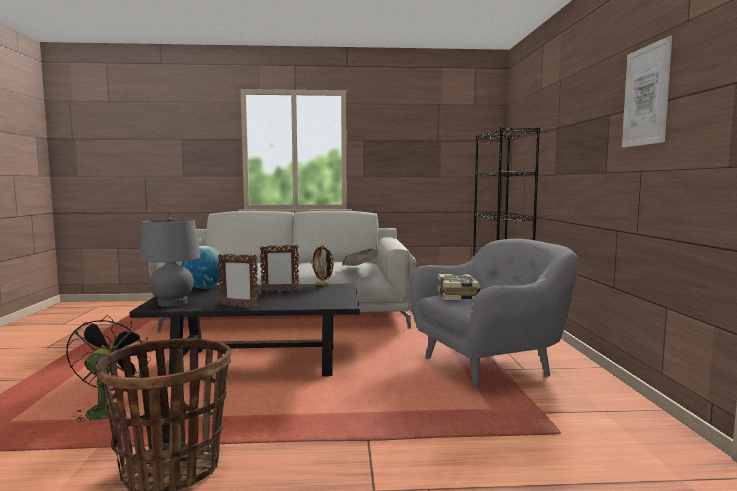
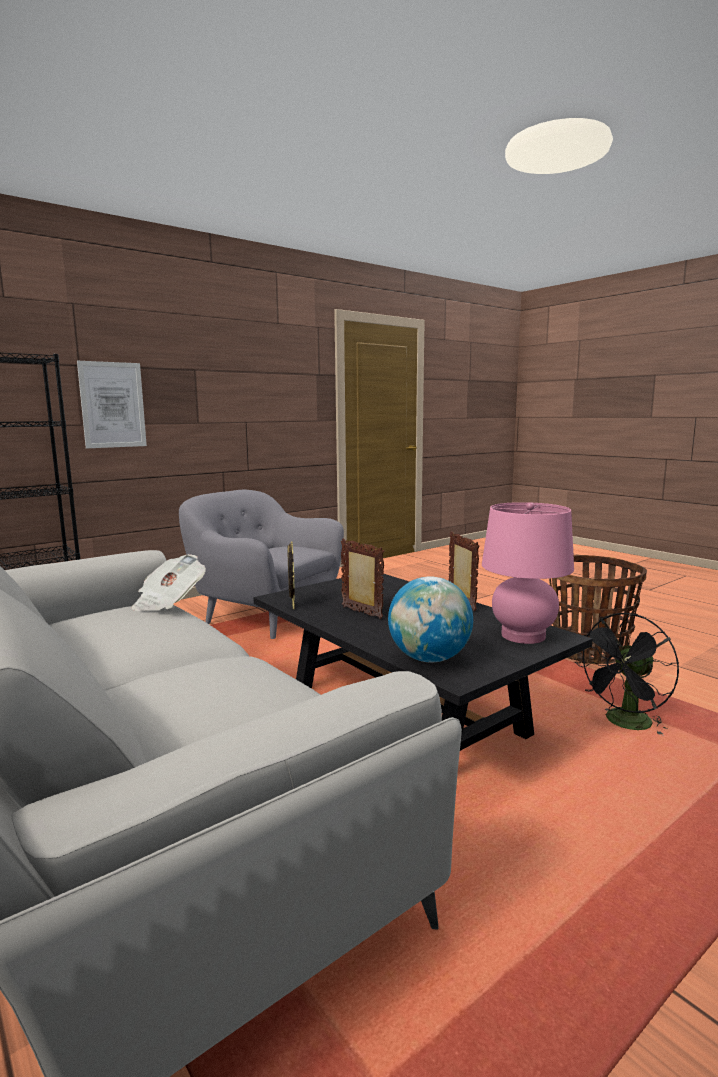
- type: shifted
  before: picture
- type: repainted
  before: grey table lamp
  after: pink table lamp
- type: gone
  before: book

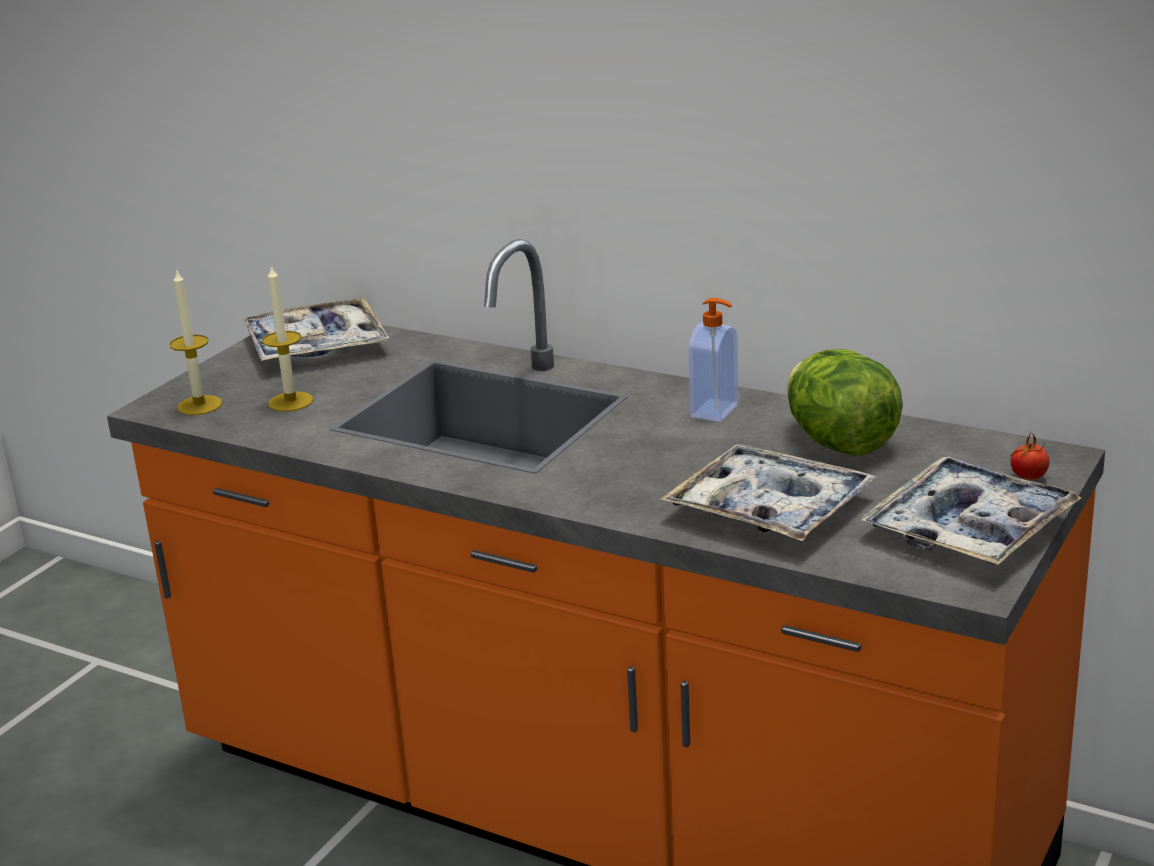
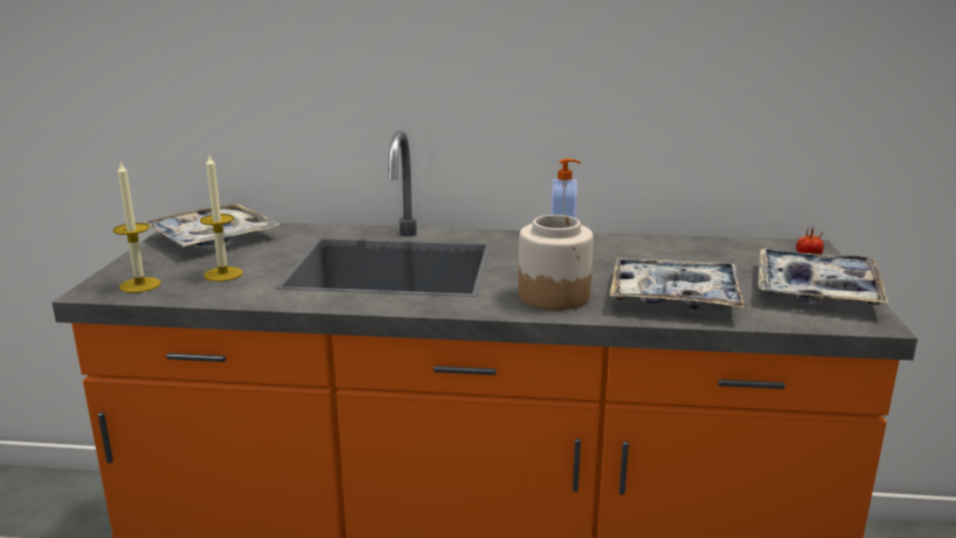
- type: gone
  before: lettuce
- type: new
  after: jar

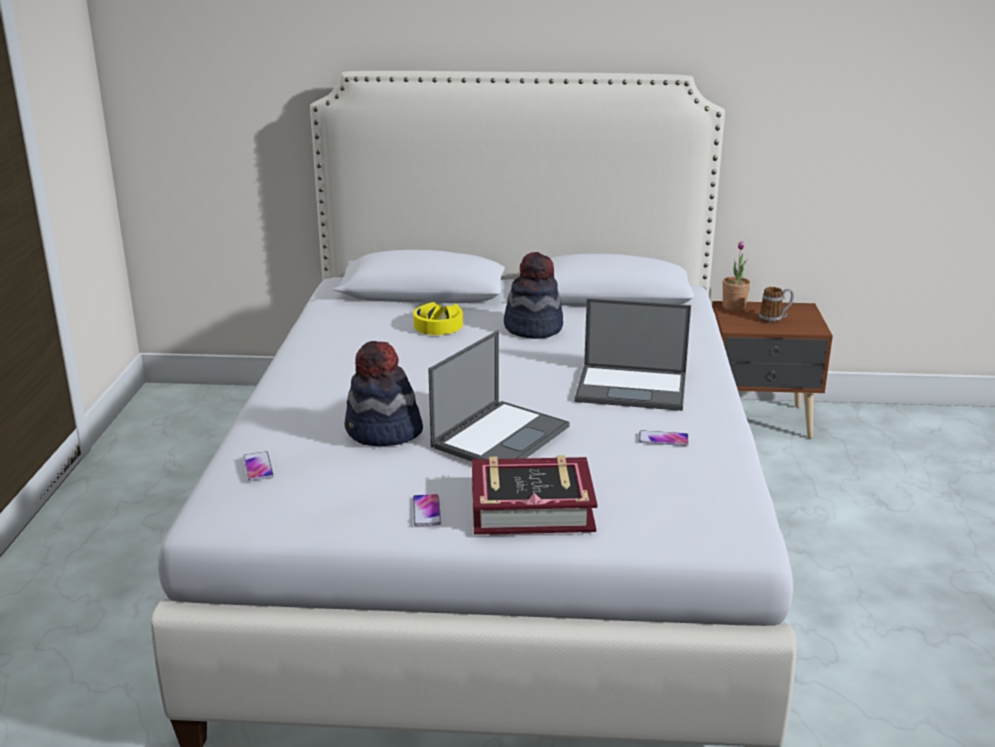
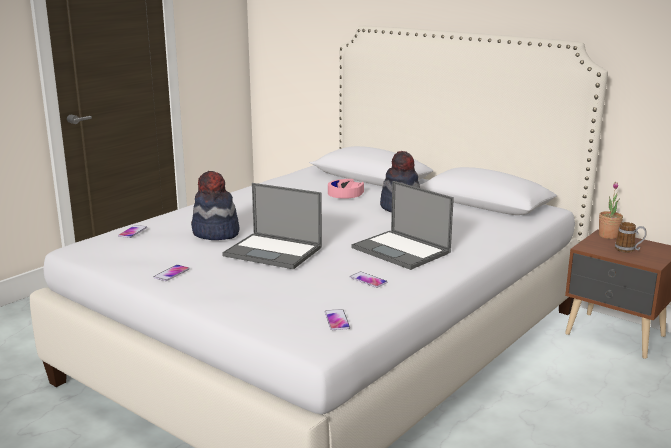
- type: repainted
  before: yellow headphones
  after: pink headphones
- type: rotated
  before: laptop (no. 1 from left)
  turn: 45
- type: gone
  before: book
- type: new
  after: phone (no. 3 from left)

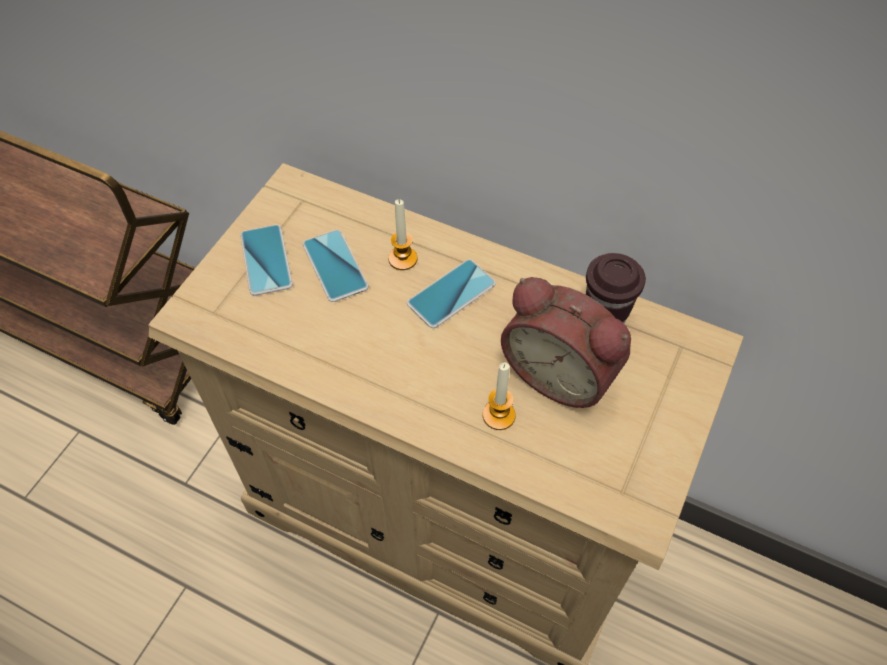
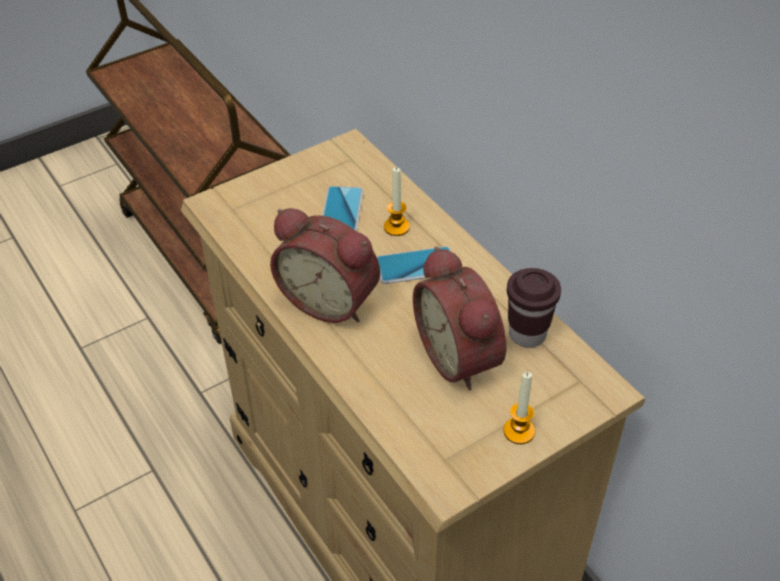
- type: gone
  before: phone (no. 1 from left)
- type: shifted
  before: candle (no. 2 from left)
- type: new
  after: alarm clock (no. 1 from left)

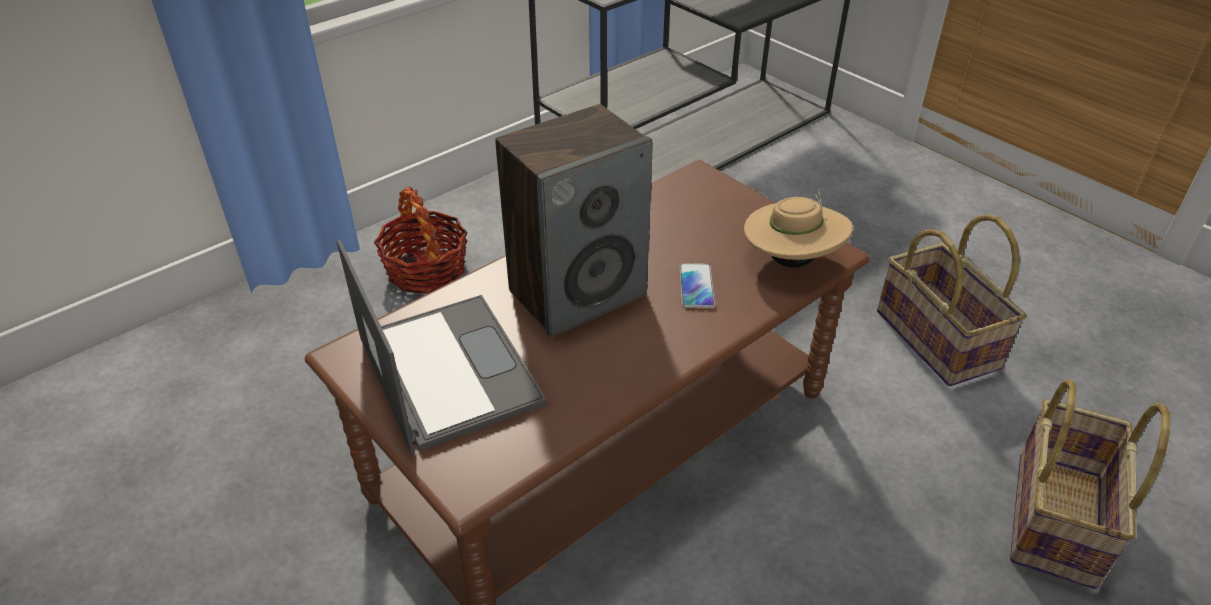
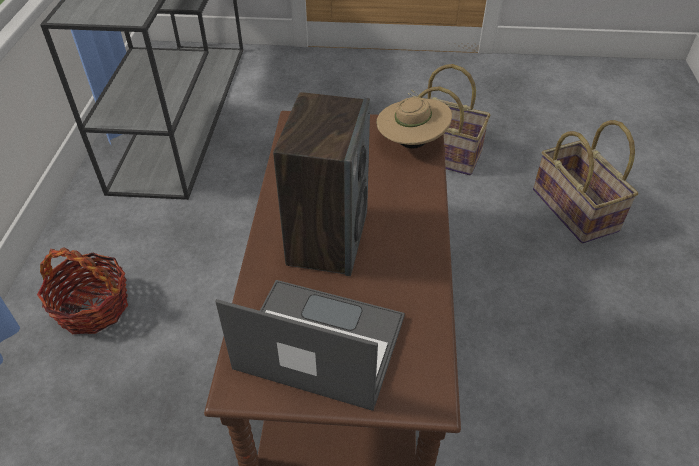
- type: gone
  before: phone

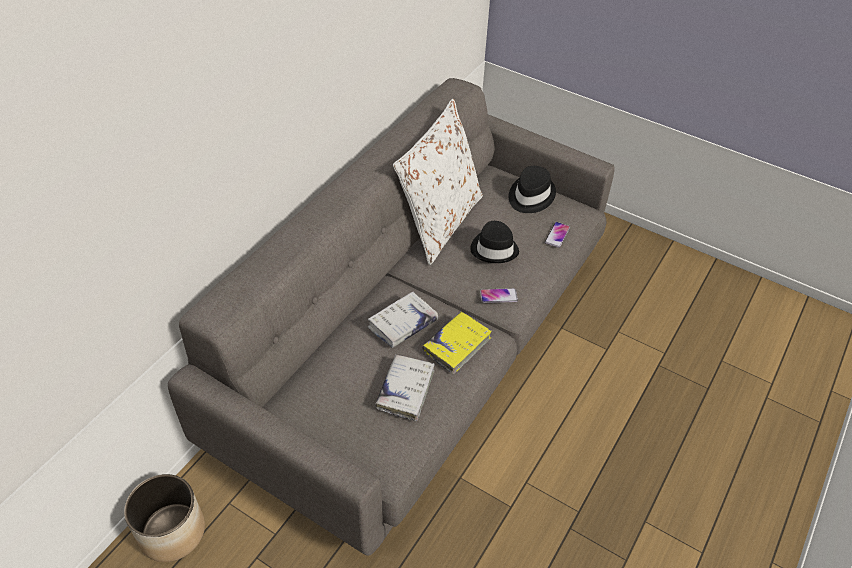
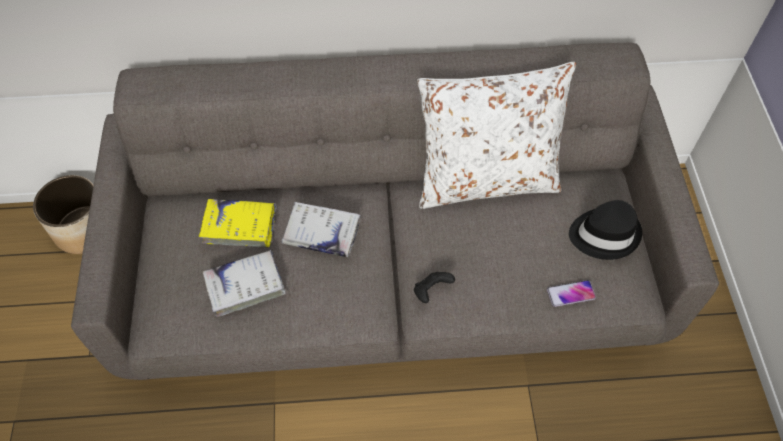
- type: gone
  before: black hat (no. 1 from left)
- type: swapped
  before: phone (no. 1 from left)
  after: black game controller
- type: shifted
  before: yellow book

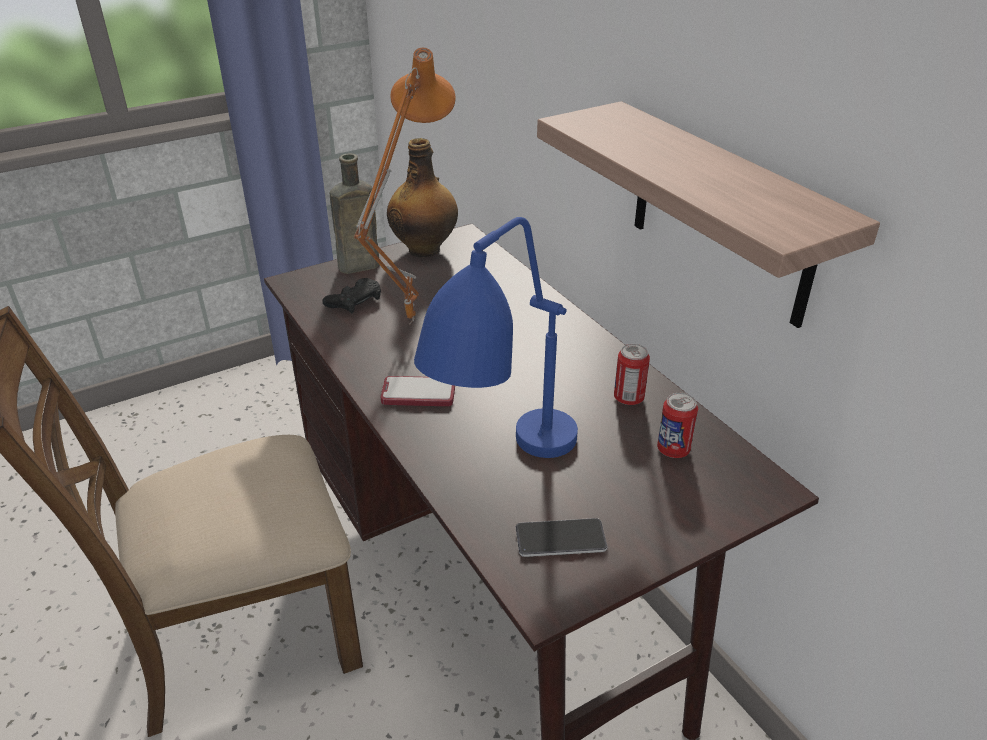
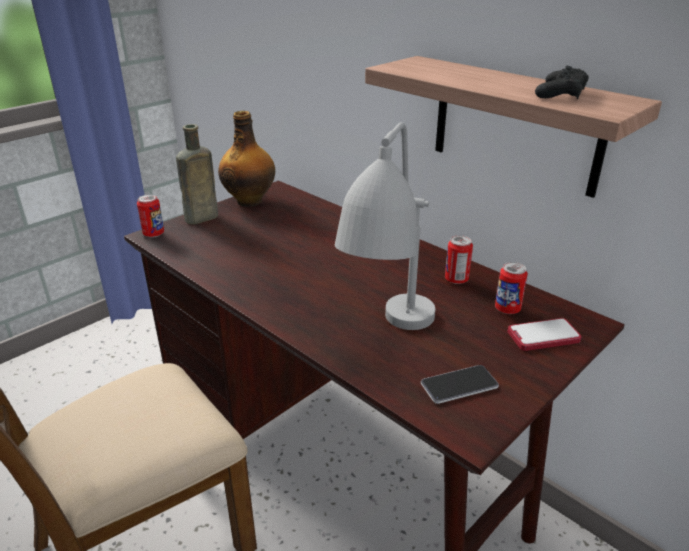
- type: gone
  before: orange table lamp
- type: repainted
  before: blue table lamp
  after: grey table lamp
- type: shifted
  before: black game controller
- type: shifted
  before: phone (no. 1 from left in the first image)
  after: phone (no. 2 from left)
- type: new
  after: can (no. 1 from left)

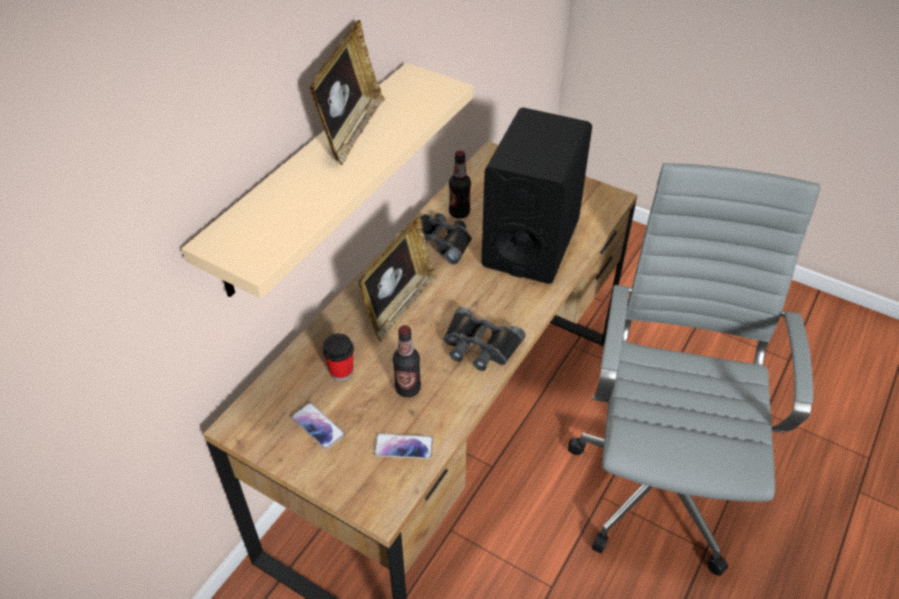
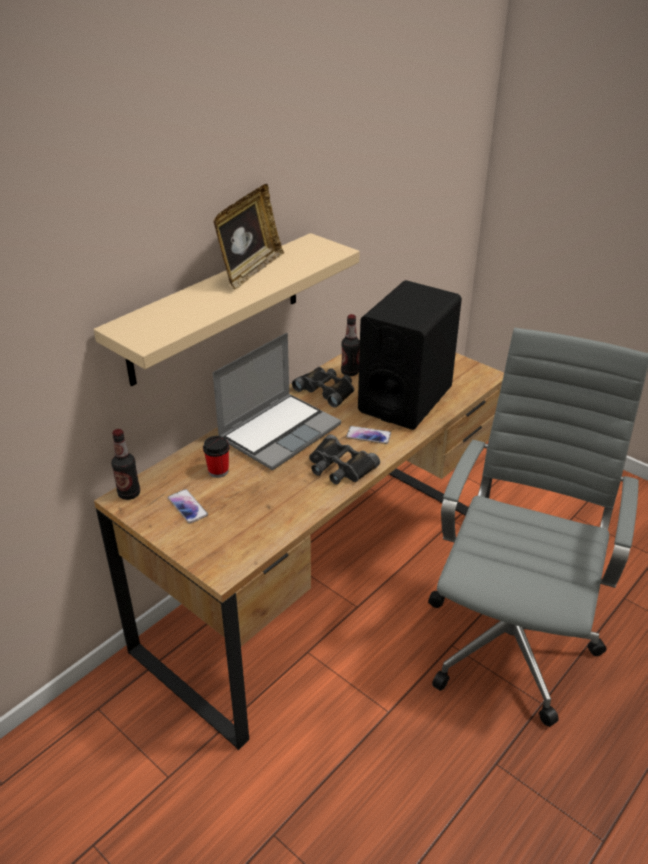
- type: swapped
  before: picture frame (no. 2 from left)
  after: laptop
- type: shifted
  before: bottle (no. 1 from left)
- type: shifted
  before: phone (no. 2 from left)

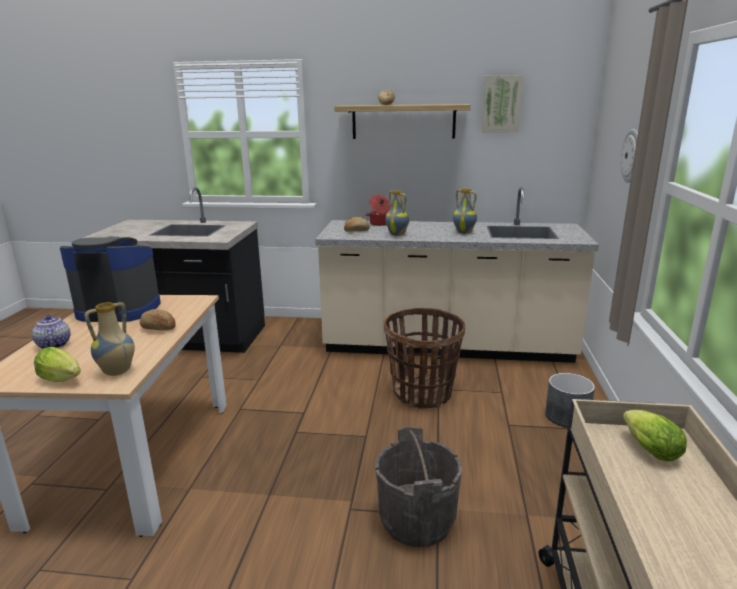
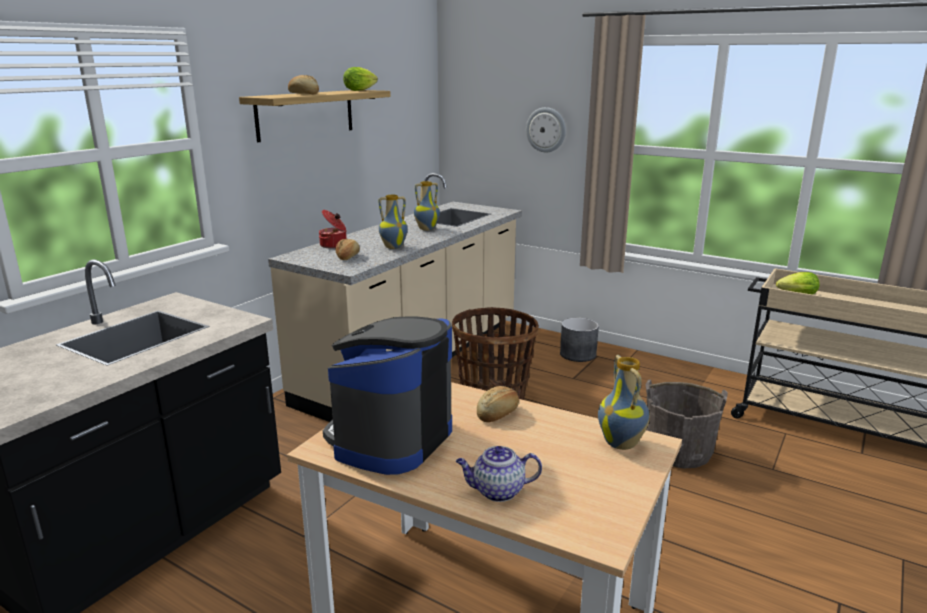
- type: gone
  before: picture
- type: shifted
  before: lettuce (no. 1 from left)

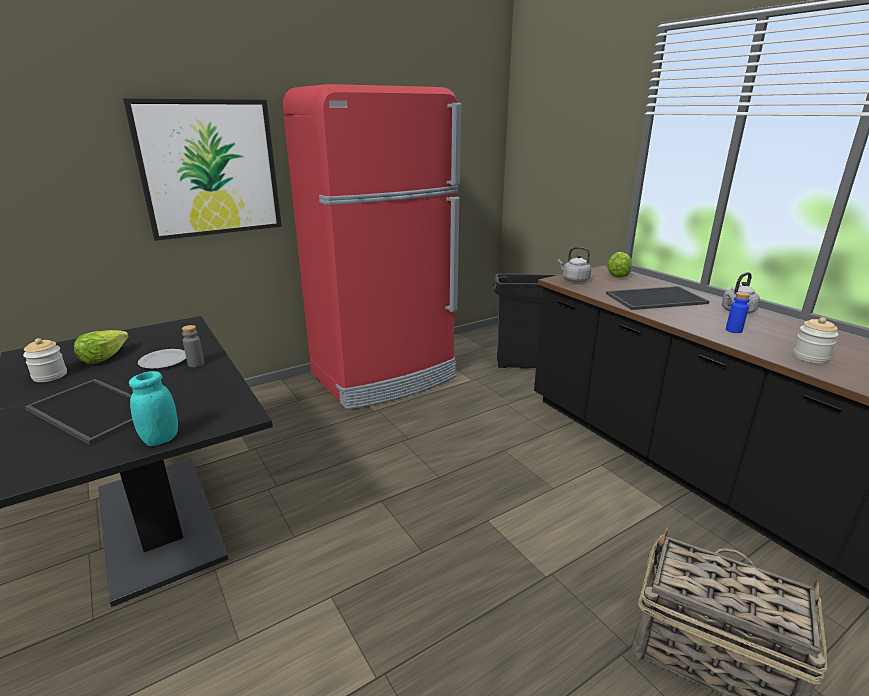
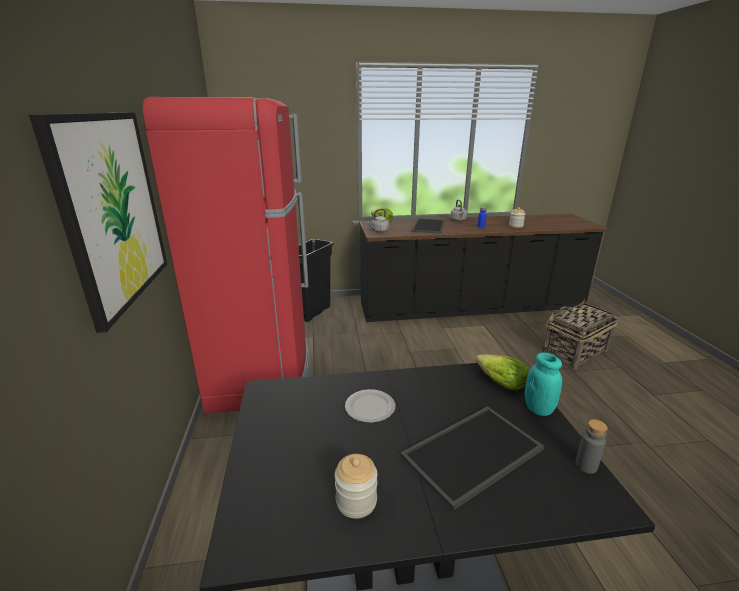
- type: shifted
  before: grey bottle
- type: shifted
  before: lettuce (no. 1 from left in the first image)
  after: lettuce (no. 2 from left)

